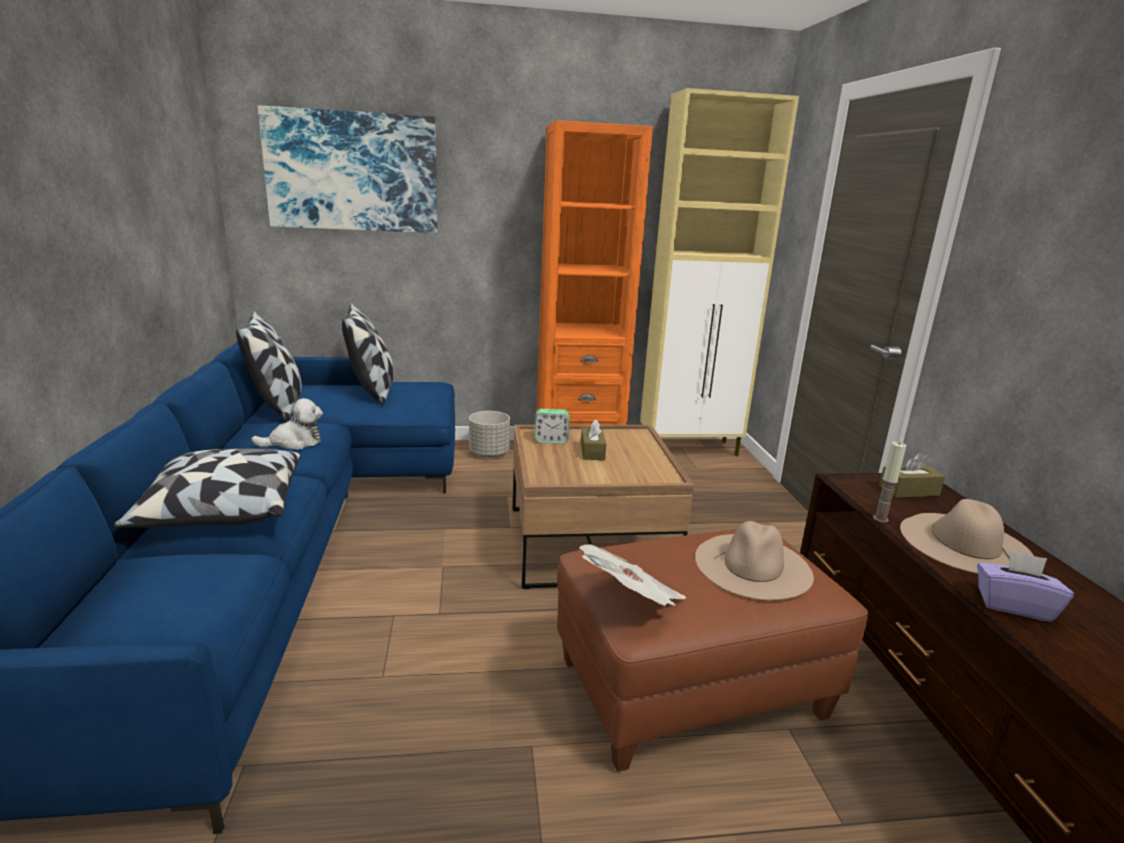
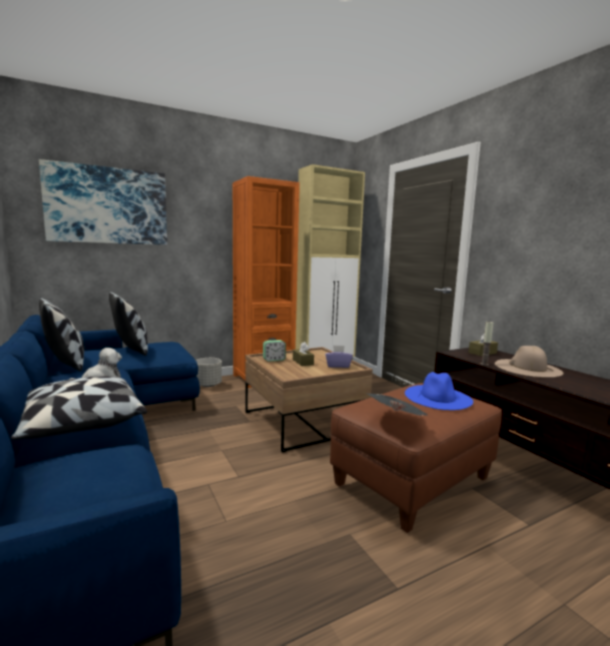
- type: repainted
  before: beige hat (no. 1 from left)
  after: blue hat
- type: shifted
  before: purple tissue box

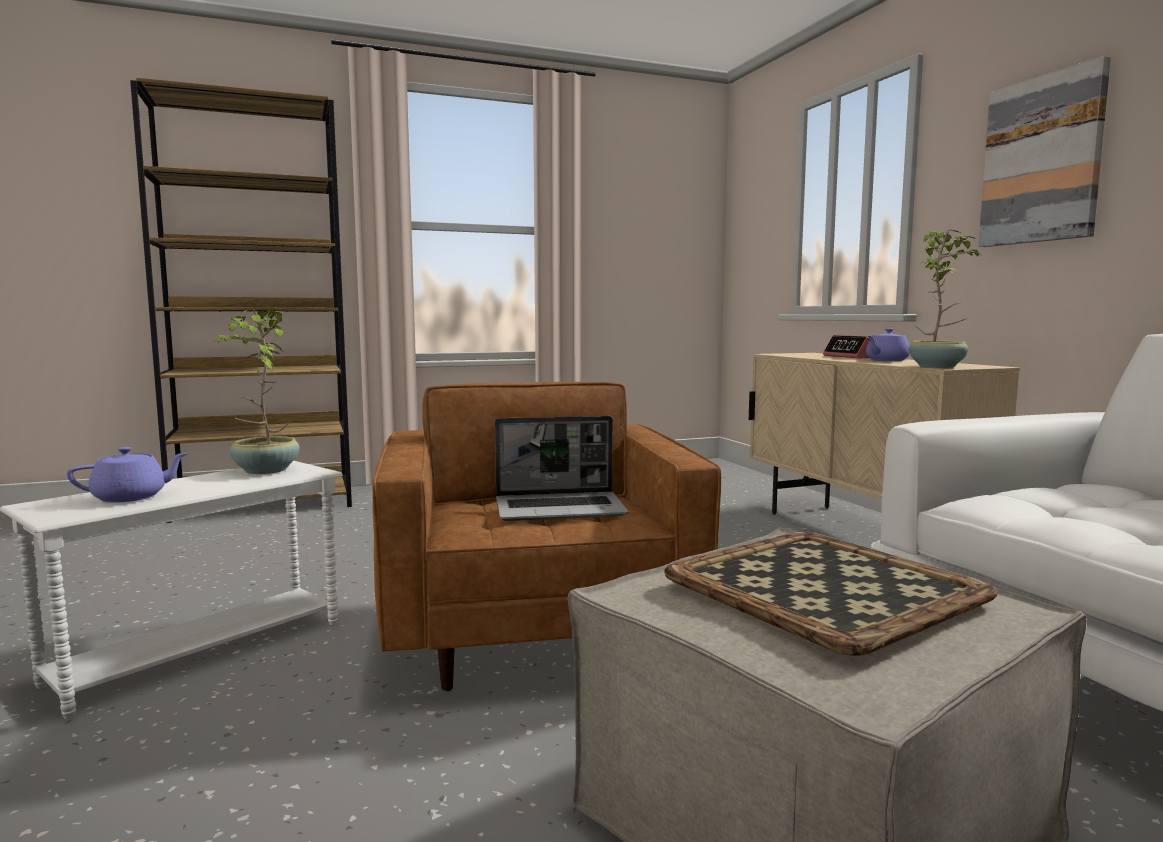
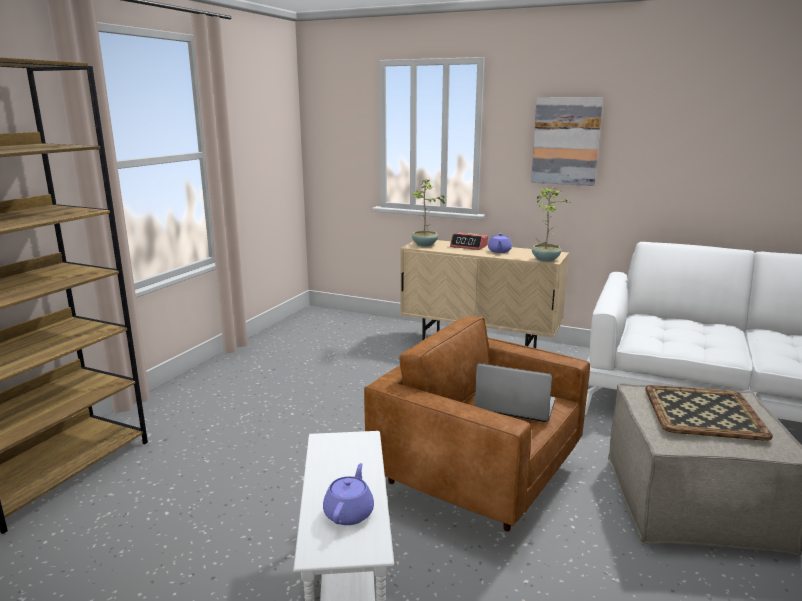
- type: shifted
  before: potted plant (no. 1 from left)
- type: rotated
  before: laptop
  turn: -105

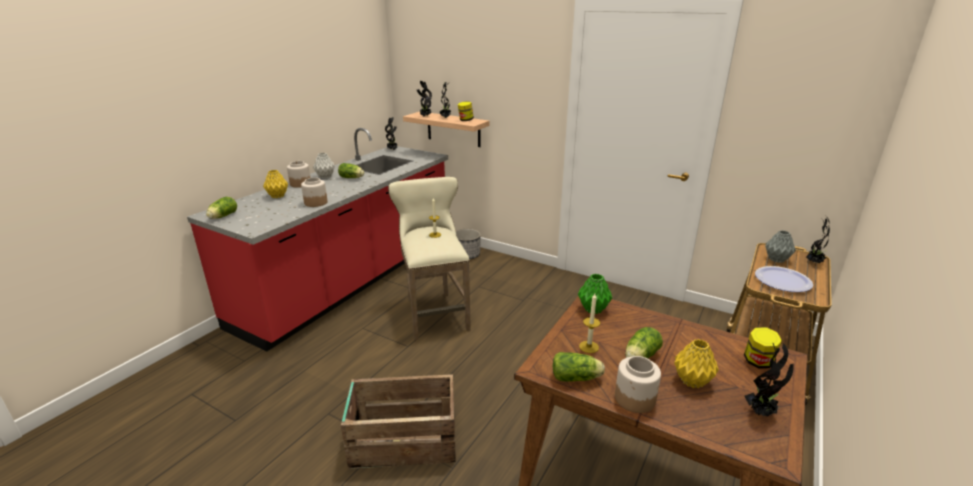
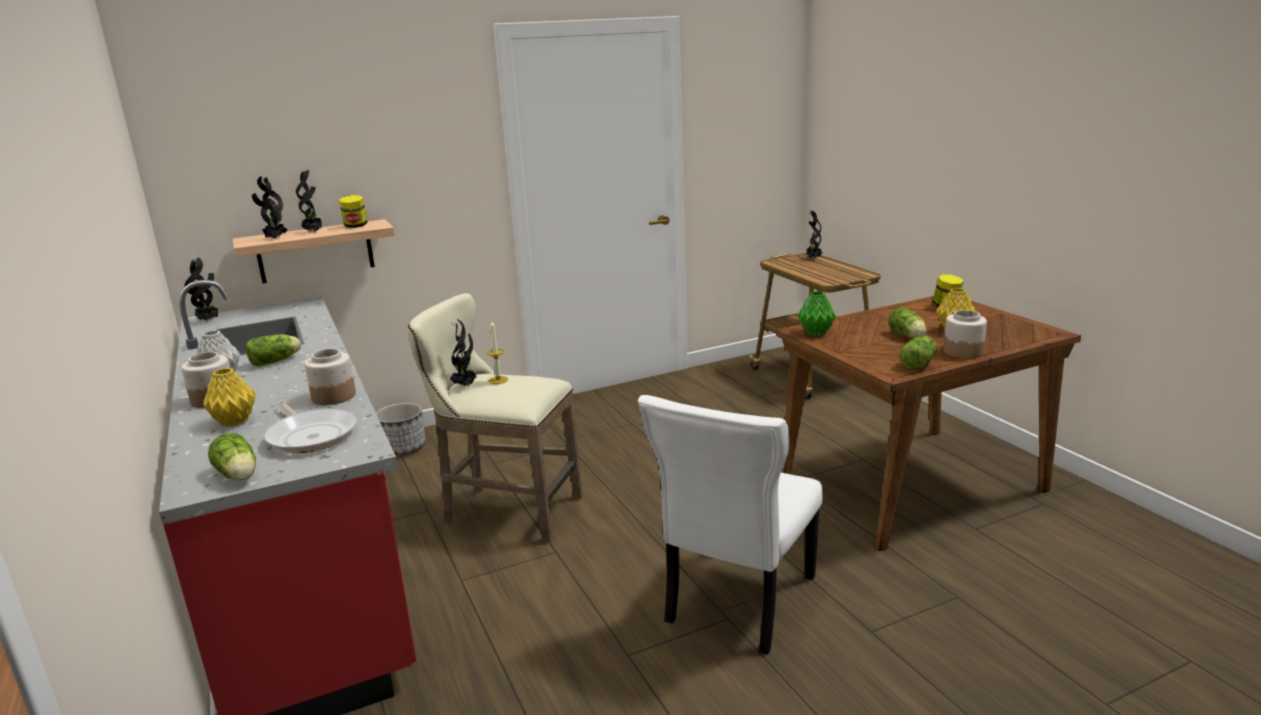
- type: gone
  before: grey vase (no. 2 from left)
- type: gone
  before: plate
- type: gone
  before: candle (no. 2 from left)
- type: shifted
  before: potted plant (no. 4 from left)
- type: swapped
  before: crate
  after: white chair
- type: new
  after: frying pan

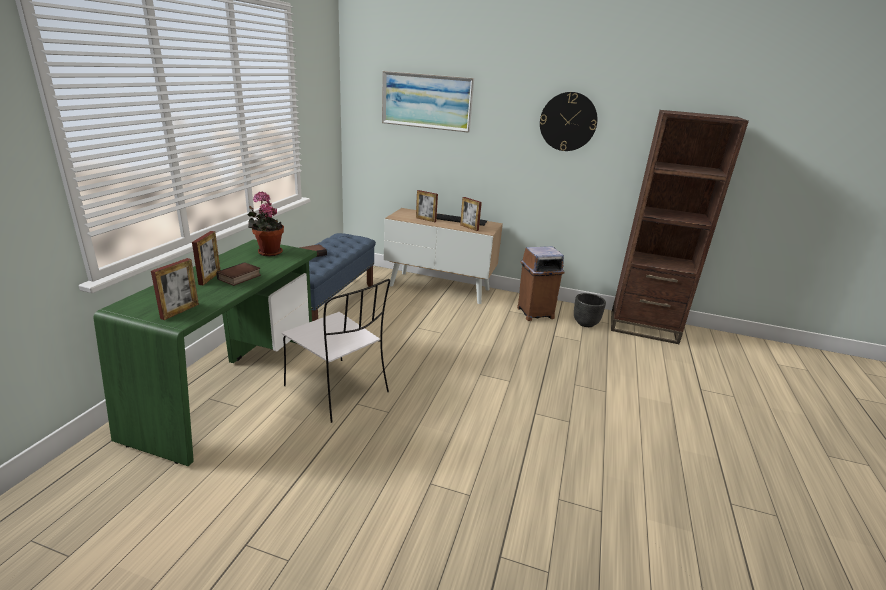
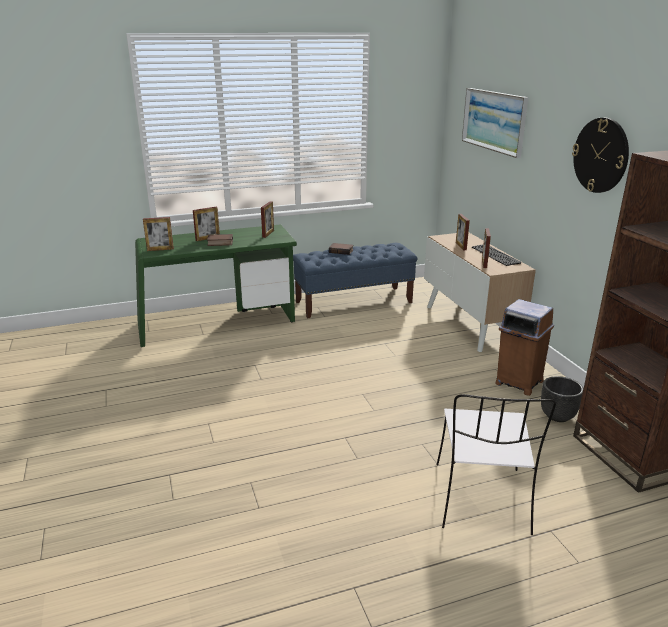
- type: swapped
  before: potted plant
  after: picture frame (no. 3 from left)
- type: shifted
  before: white chair

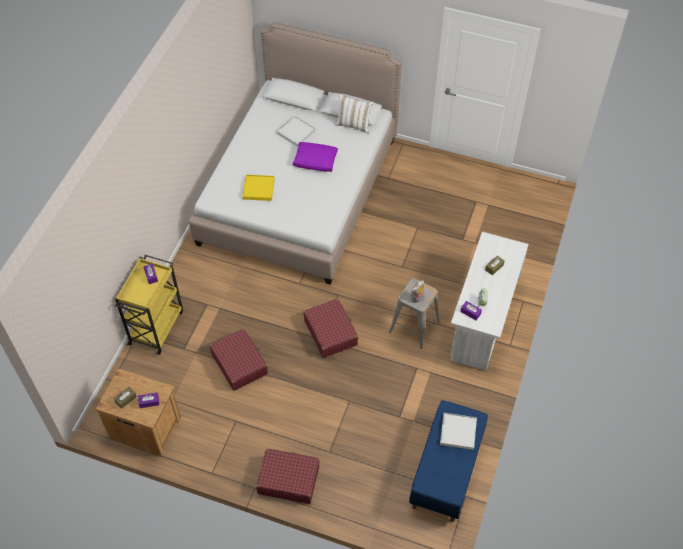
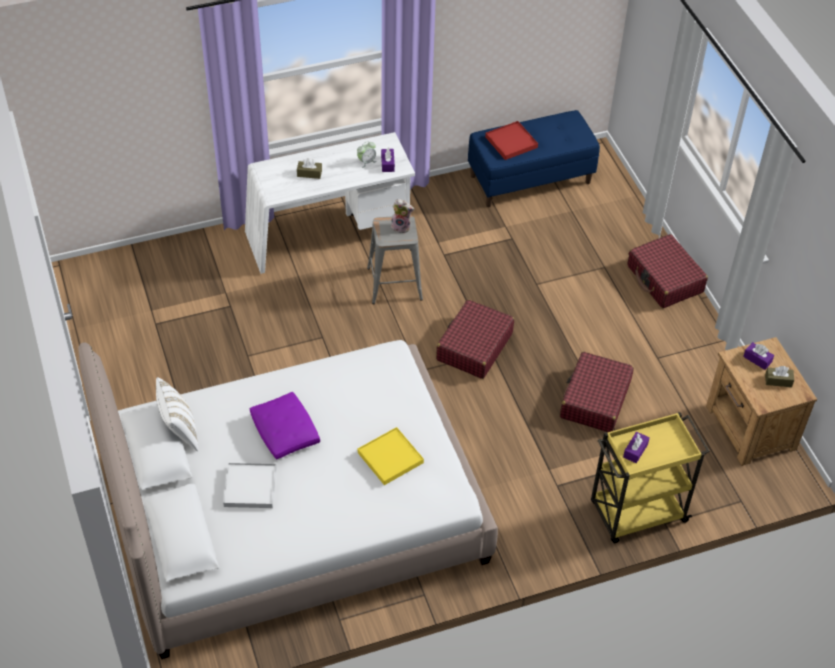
- type: repainted
  before: white tray (no. 2 from left)
  after: red tray

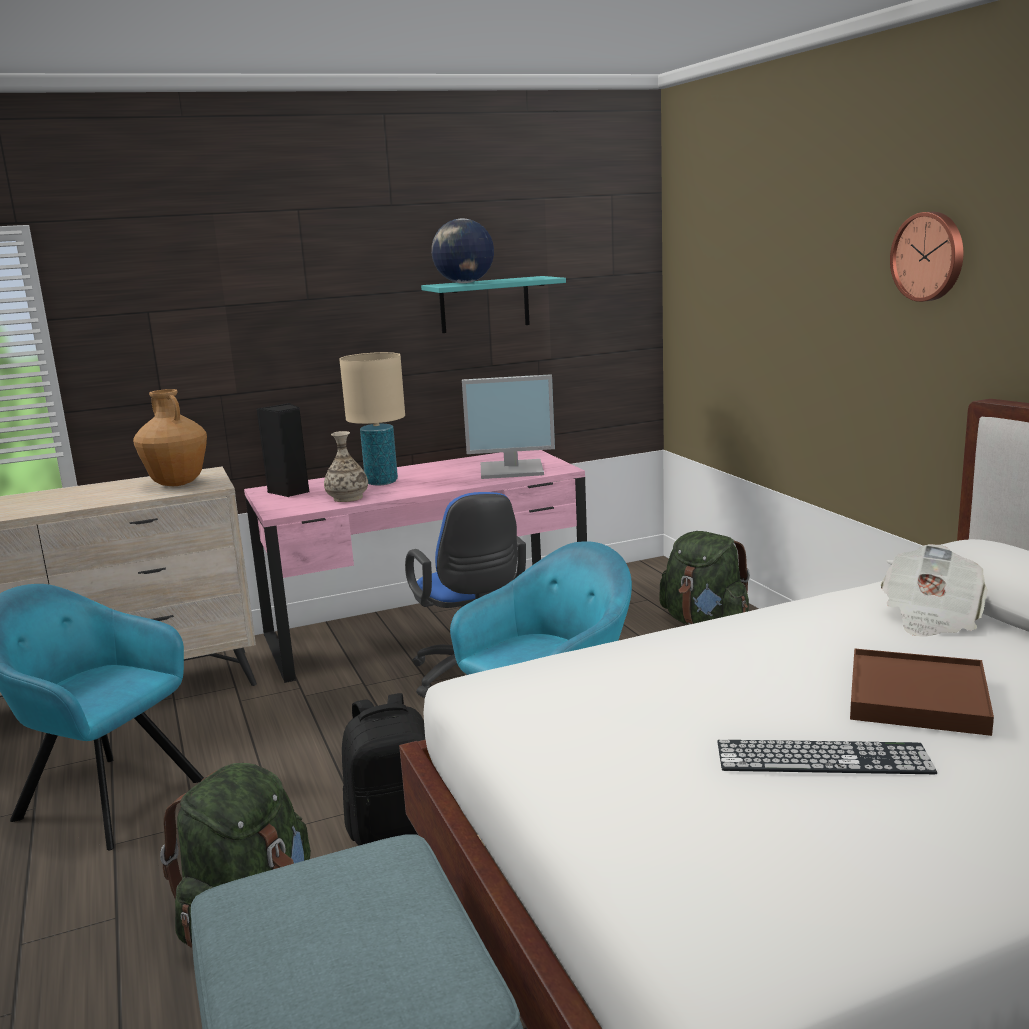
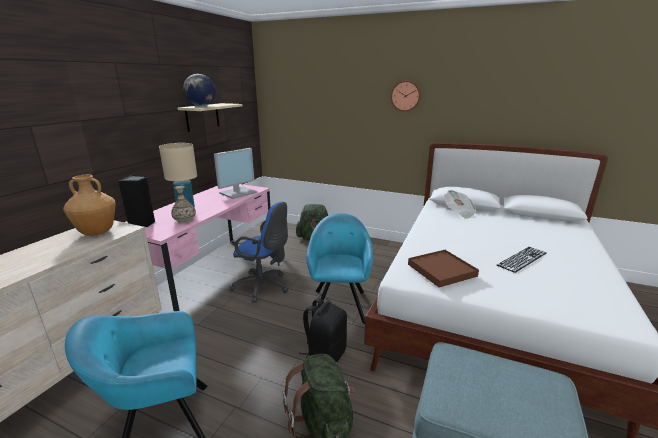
- type: repainted
  before: turquoise shelf
  after: beige shelf
- type: shifted
  before: brown tray

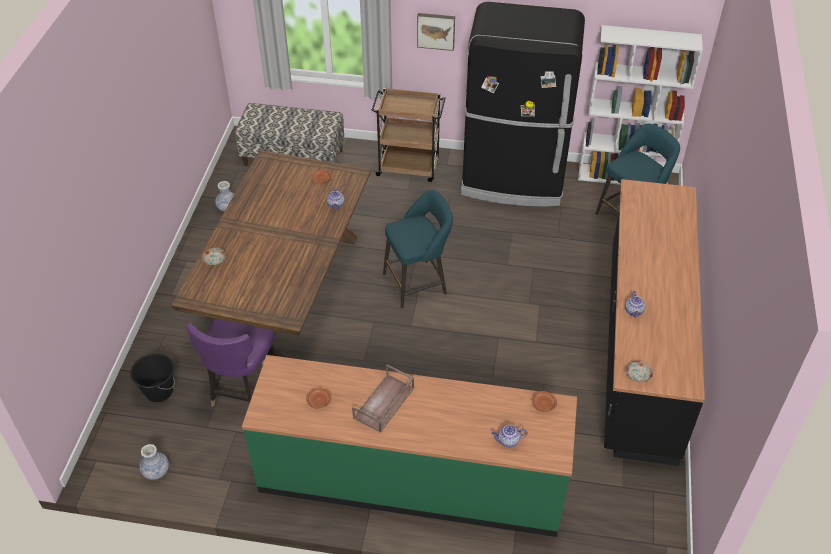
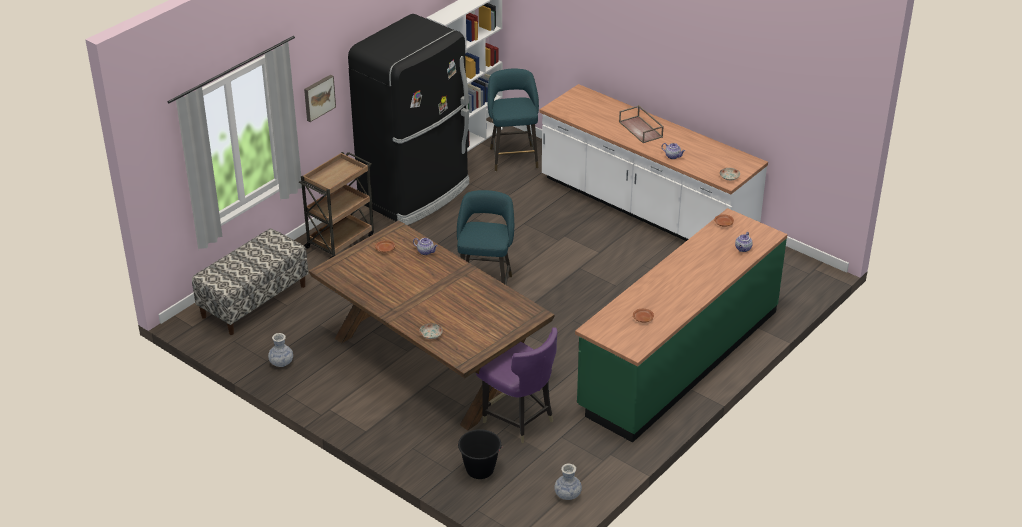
- type: repainted
  before: black counter
  after: white counter
- type: shifted
  before: brown tray

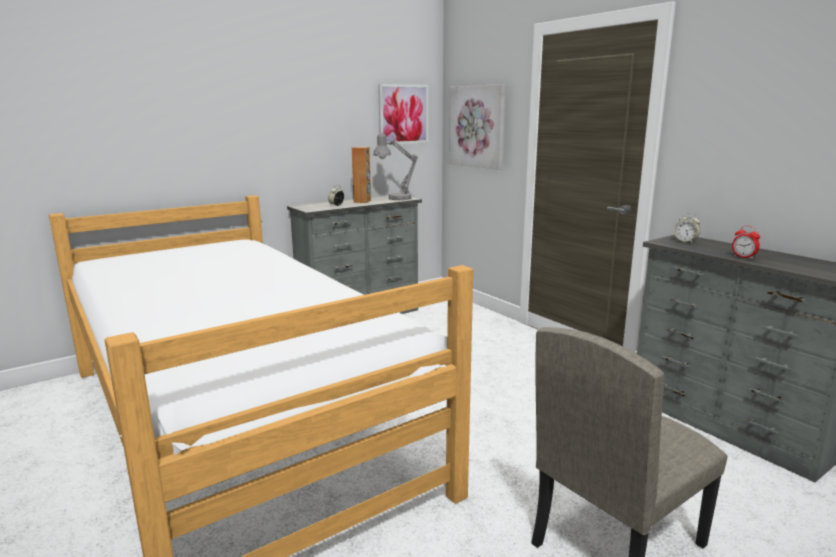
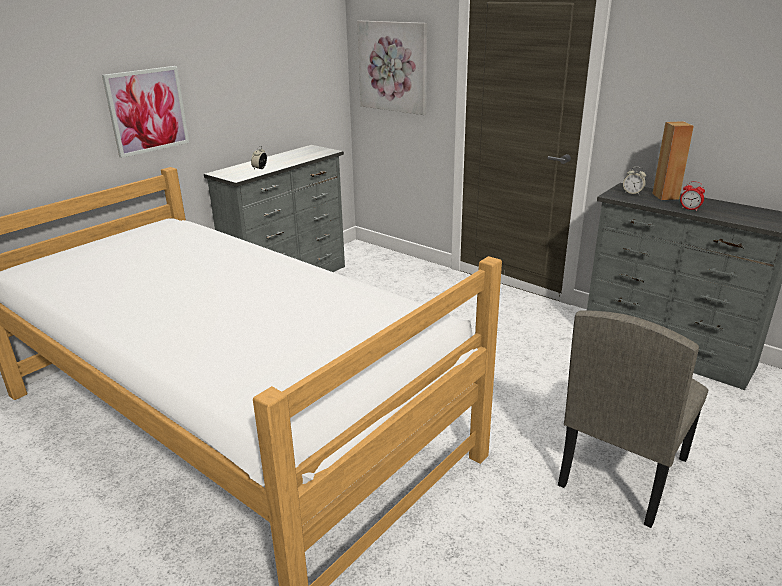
- type: shifted
  before: picture (no. 1 from left)
- type: gone
  before: grey table lamp
- type: shifted
  before: brown speaker

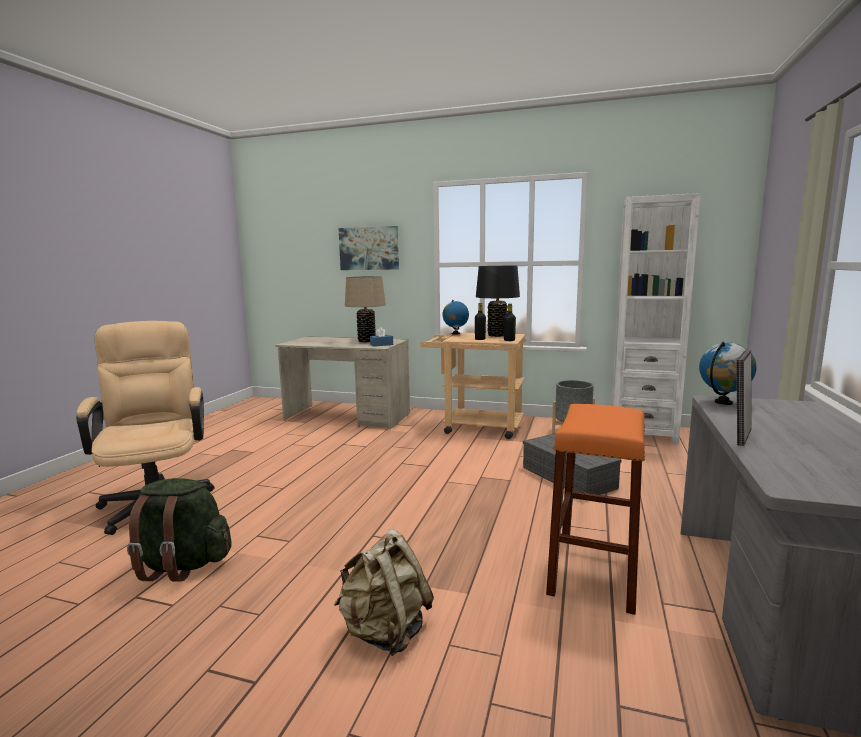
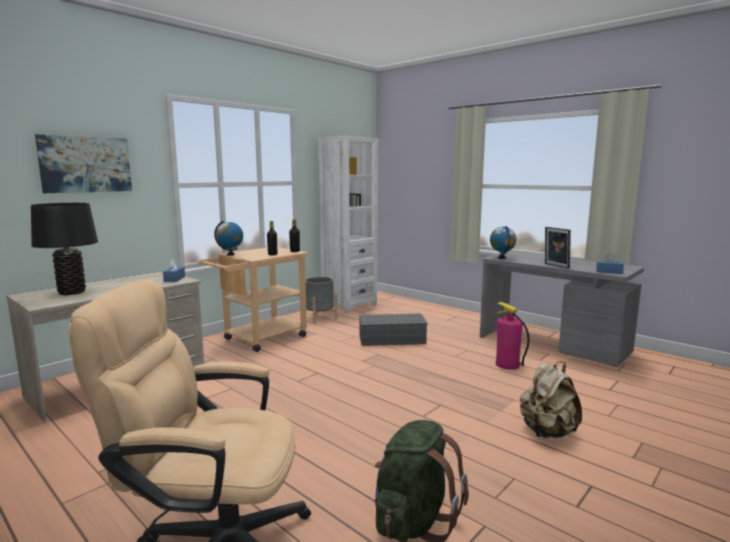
- type: shifted
  before: black table lamp
- type: gone
  before: beige table lamp
- type: swapped
  before: orange stool
  after: fire extinguisher
- type: new
  after: blue tissue box (no. 2 from left)

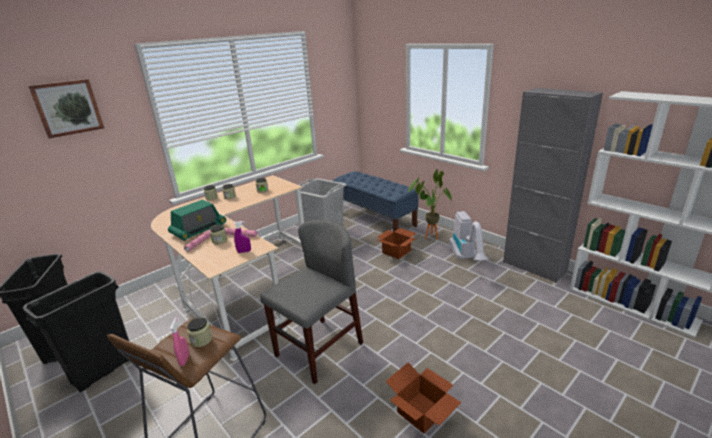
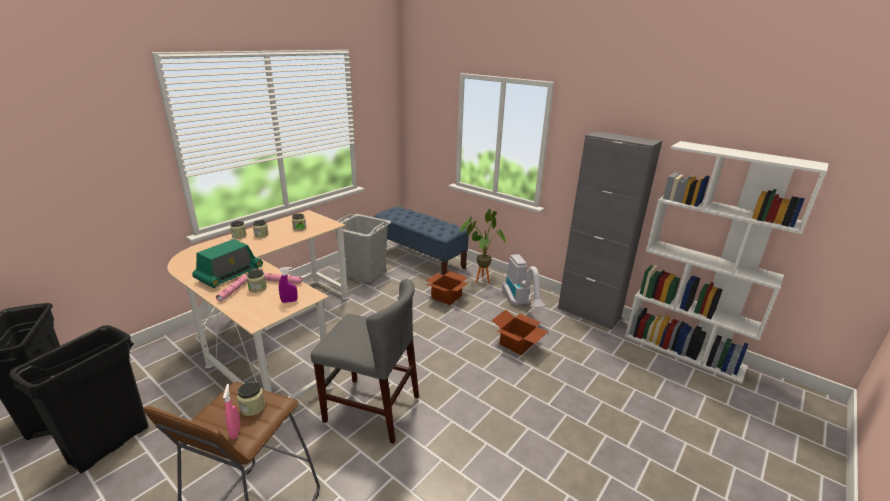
- type: gone
  before: picture
- type: rotated
  before: grey chair
  turn: 75
- type: shifted
  before: cardboard box (no. 2 from left)

